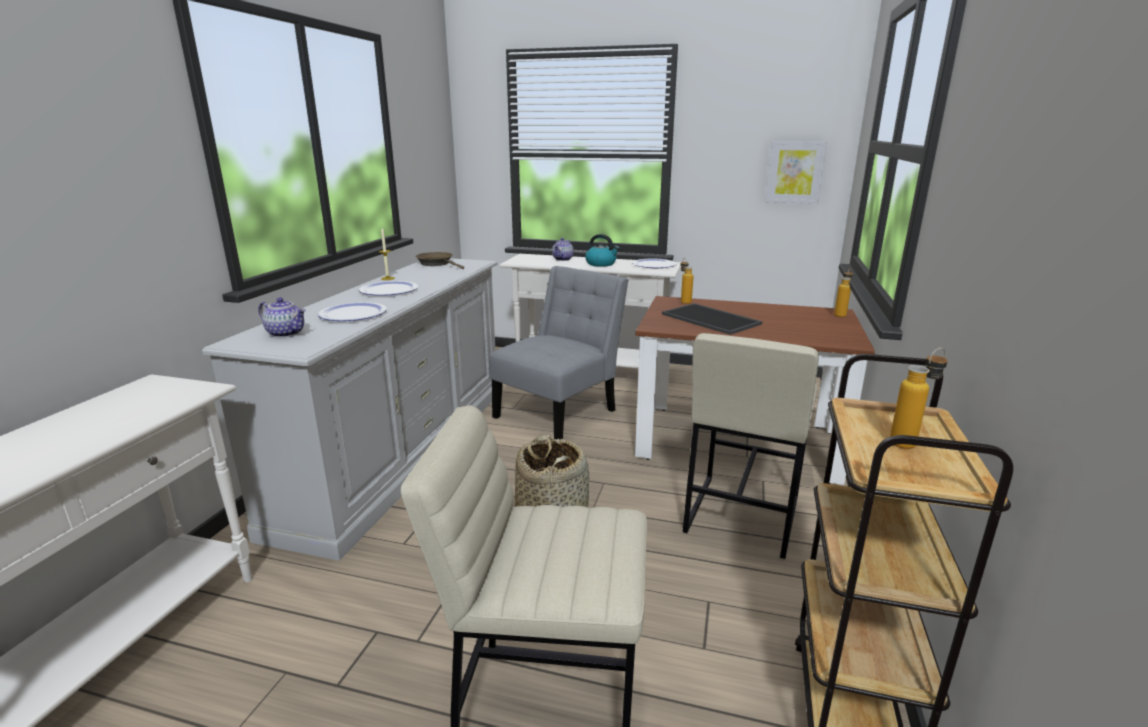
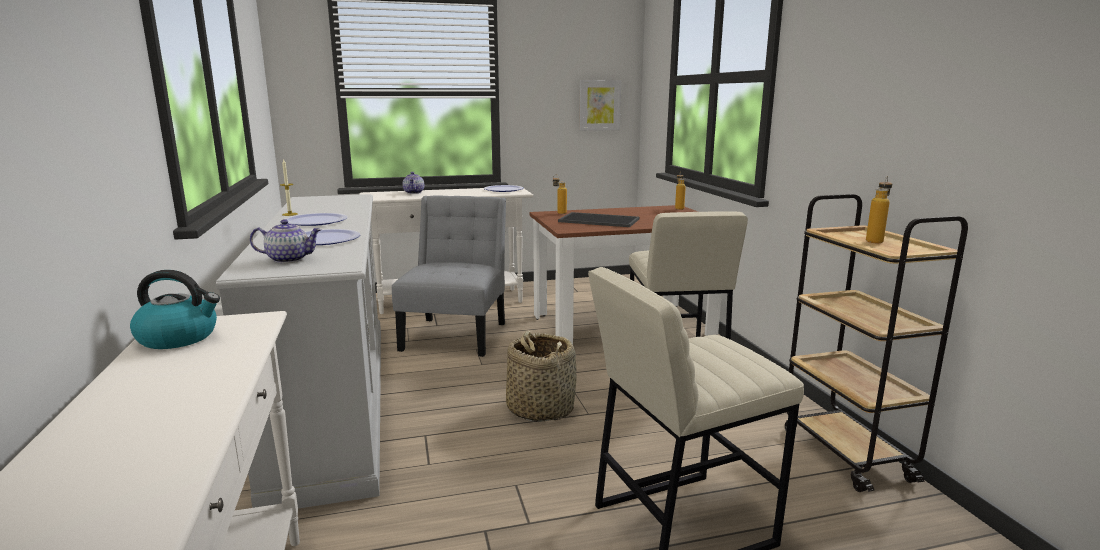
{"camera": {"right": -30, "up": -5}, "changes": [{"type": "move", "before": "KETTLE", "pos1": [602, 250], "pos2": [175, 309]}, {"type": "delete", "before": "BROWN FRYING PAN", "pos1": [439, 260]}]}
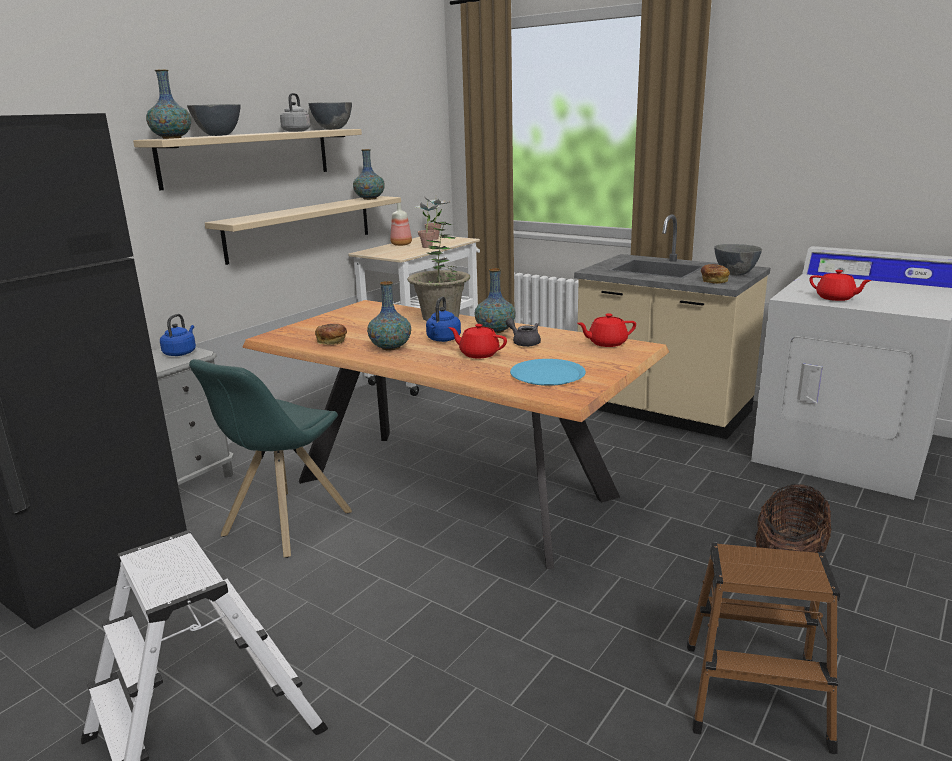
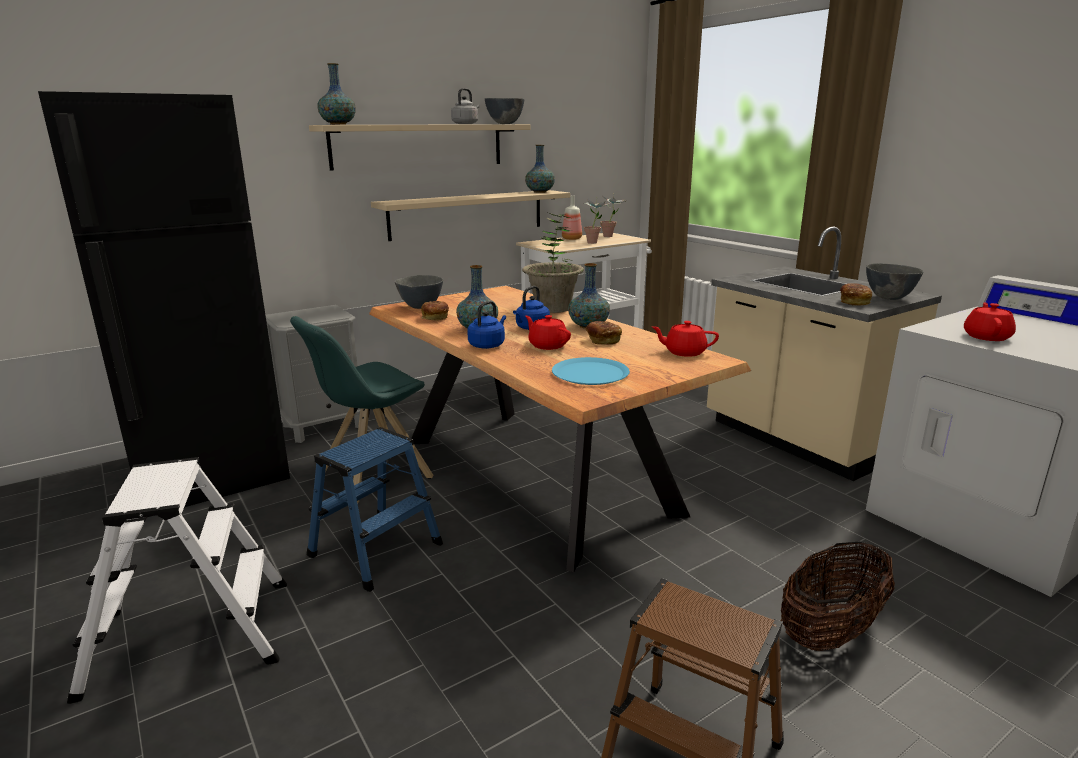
{"camera": {"right": 20, "up": 0}, "changes": [{"type": "move", "before": "GREY BOWL", "pos1": [214, 120], "pos2": [419, 292]}, {"type": "rotate", "before": "RED TEAPOT", "pos1": [840, 285], "pos2": [990, 321], "turn": -135}, {"type": "move", "before": "BLUE KETTLE", "pos1": [178, 335], "pos2": [486, 325]}, {"type": "replace", "before": "GREY TEAPOT", "after": "BREAD", "pos1": [523, 332], "pos2": [604, 333]}, {"type": "insert", "after": "BLUE STEP LADDER", "pos2": [375, 509]}]}
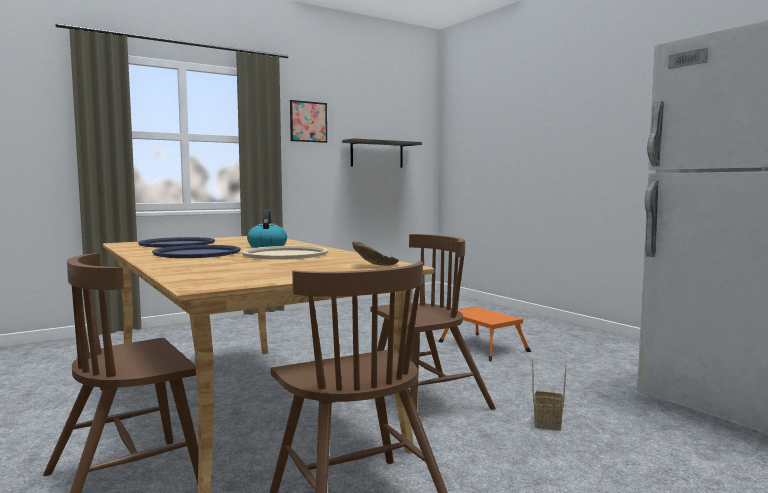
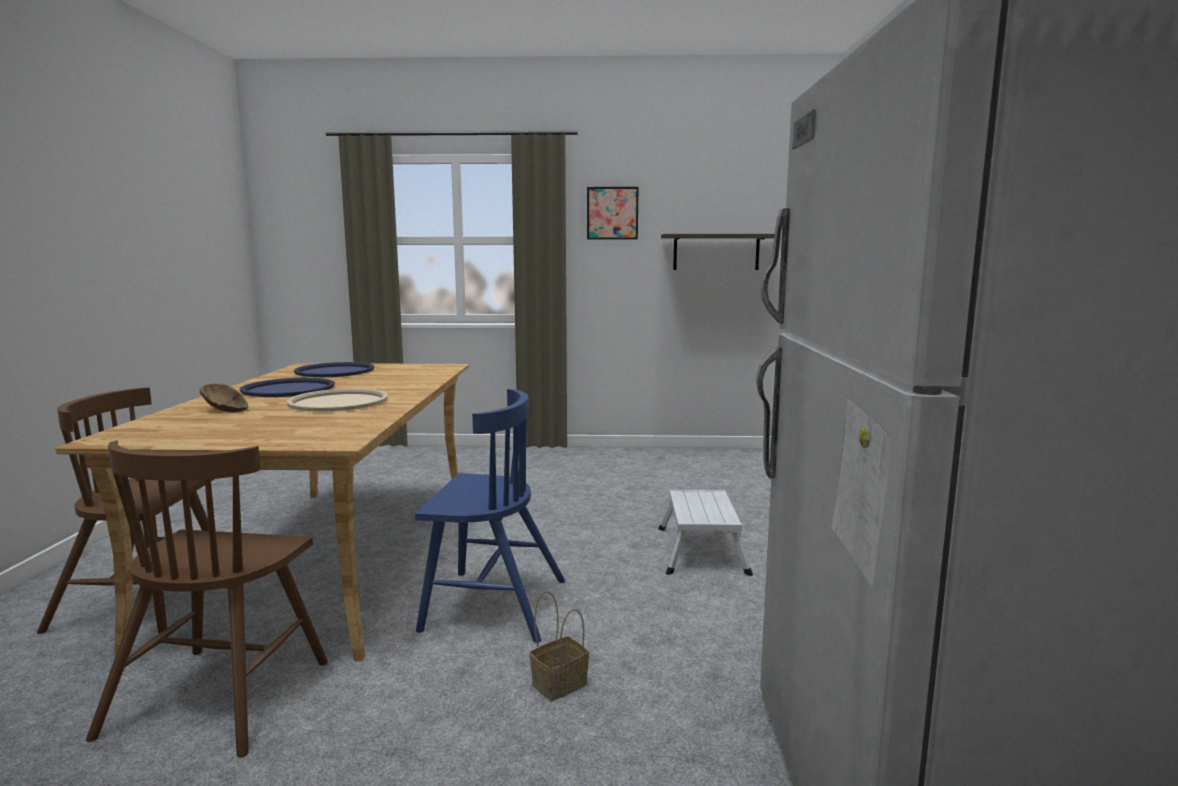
{"camera": {"right": 35, "up": 5}, "changes": [{"type": "delete", "before": "KETTLE", "pos1": [267, 228]}, {"type": "recolor", "before": "BROWN CHAIR", "after": "BLUE CHAIR", "pos1": [433, 330], "pos2": [490, 516]}, {"type": "move", "before": "BROWN BOWL", "pos1": [375, 253], "pos2": [224, 398]}, {"type": "recolor", "before": "ORANGE STEP LADDER", "after": "WHITE STEP LADDER", "pos1": [484, 333], "pos2": [705, 533]}]}
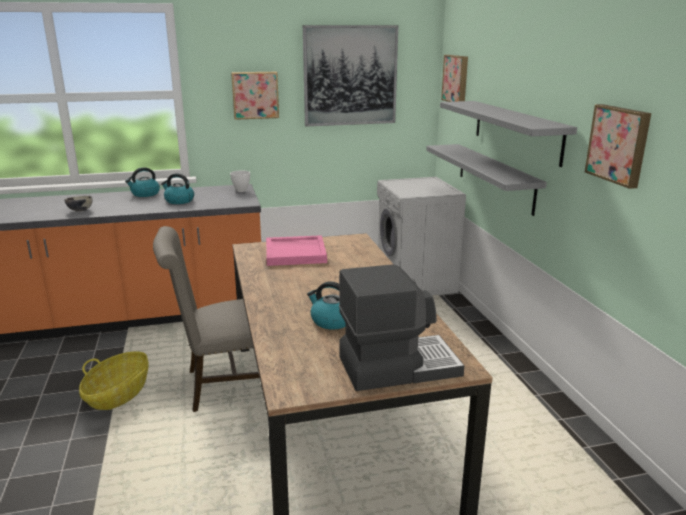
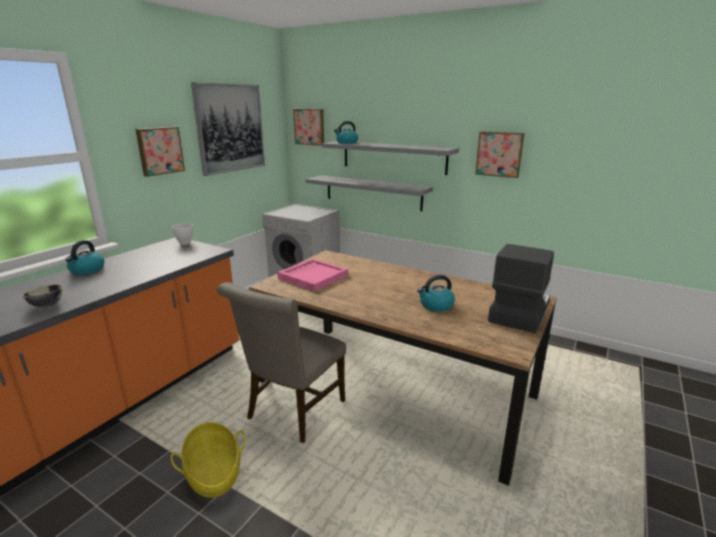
{"camera": {"right": -45, "up": 0}, "changes": [{"type": "move", "before": "KETTLE", "pos1": [177, 188], "pos2": [346, 132]}]}
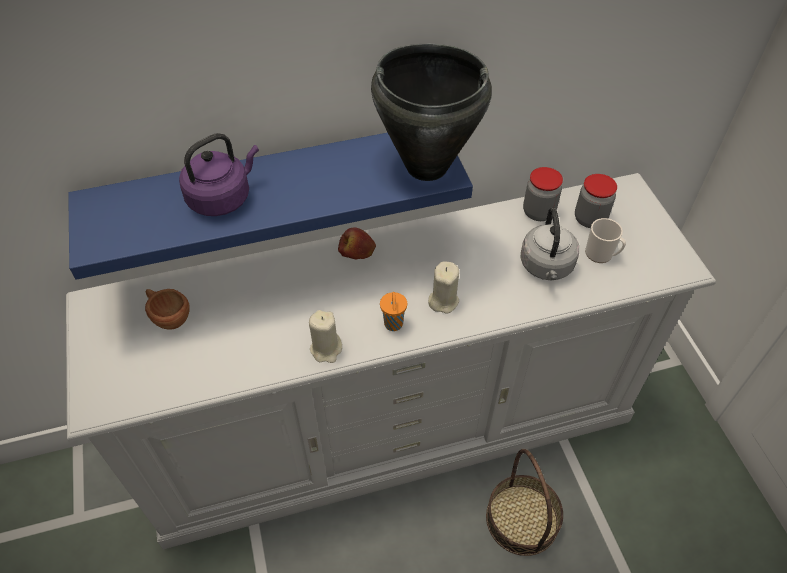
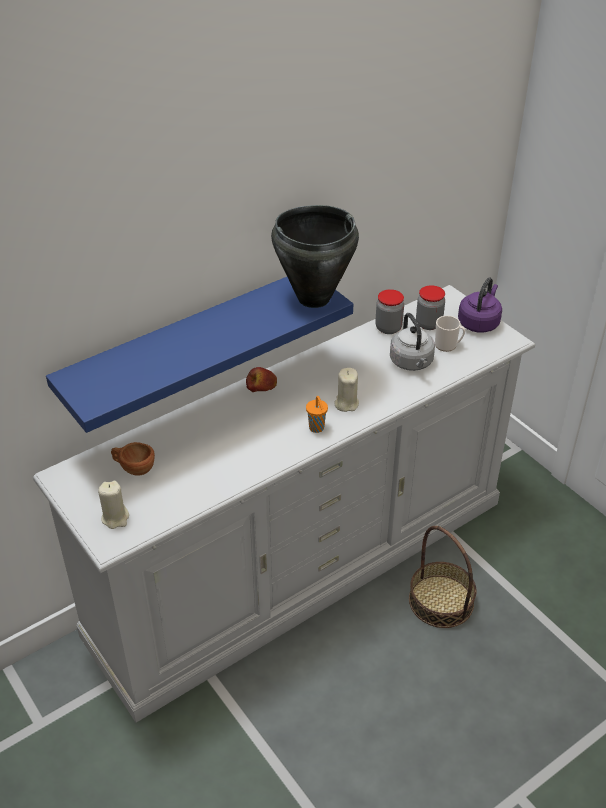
{"camera": {"right": -20, "up": -10}, "changes": [{"type": "move", "before": "PURPLE KETTLE", "pos1": [219, 174], "pos2": [480, 305]}, {"type": "move", "before": "BEIGE CANDLE", "pos1": [325, 336], "pos2": [113, 505]}]}
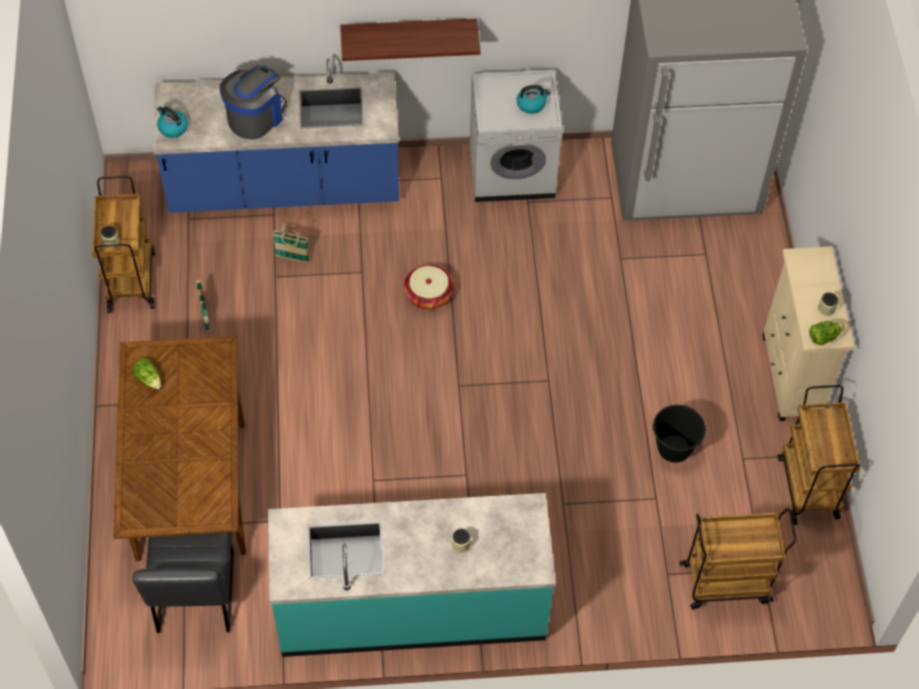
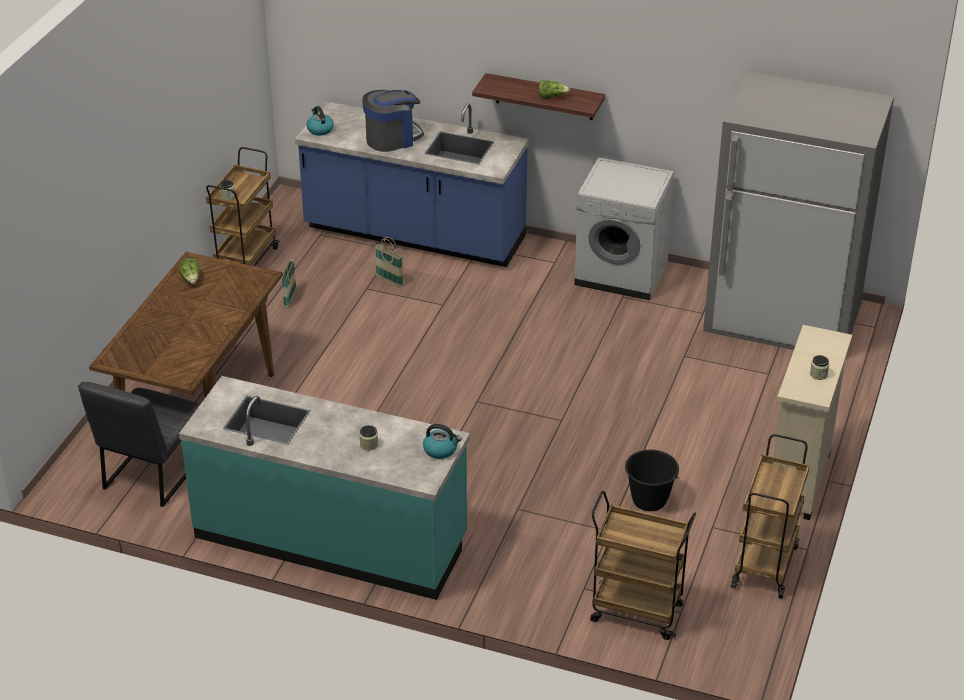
{"camera": {"right": 25, "up": -20}, "changes": [{"type": "move", "before": "KETTLE", "pos1": [534, 99], "pos2": [442, 441]}, {"type": "delete", "before": "BASKET", "pos1": [429, 287]}, {"type": "move", "before": "LETTUCE", "pos1": [827, 333], "pos2": [554, 89]}]}
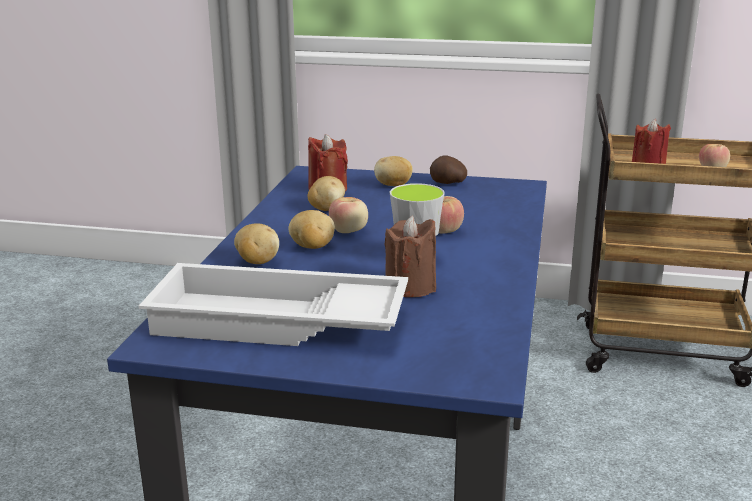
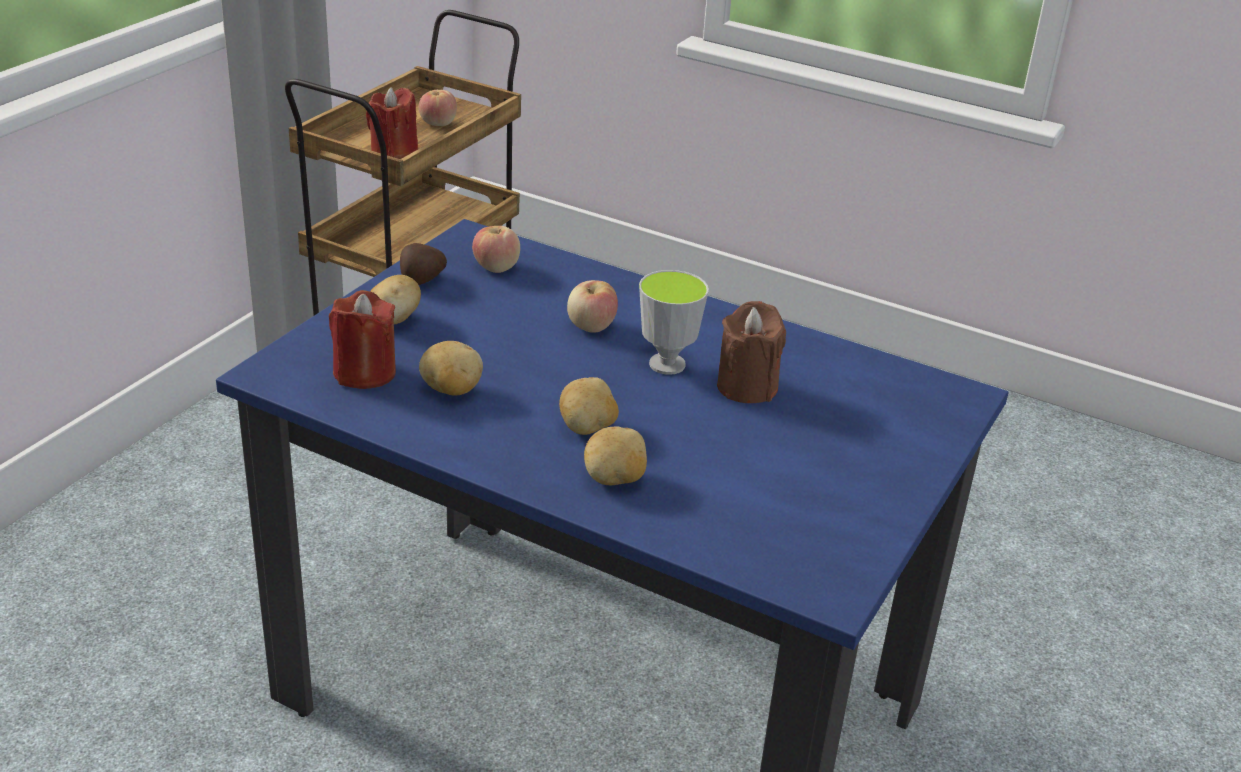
{"camera": {"right": -75, "up": 10}, "changes": [{"type": "move", "before": "APPLE", "pos1": [348, 215], "pos2": [496, 249]}, {"type": "delete", "before": "WHITE TRAY", "pos1": [273, 304]}]}
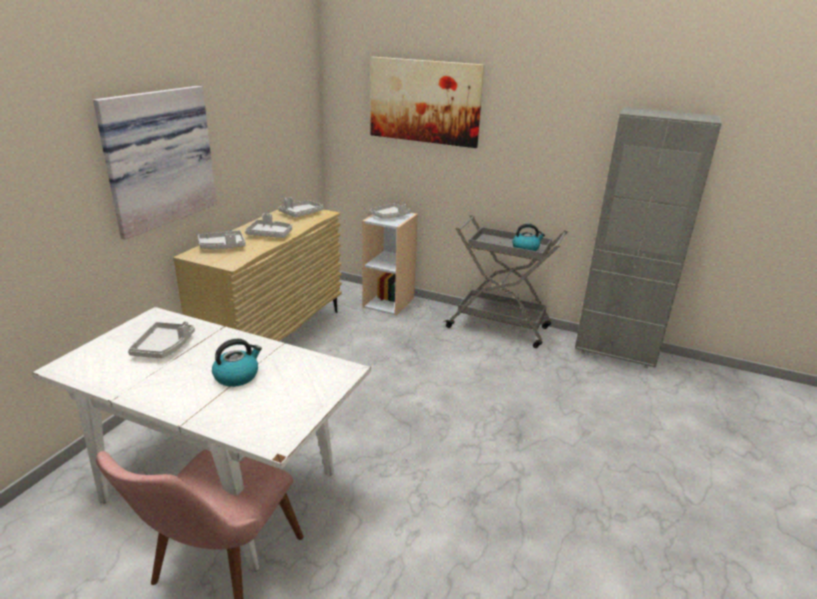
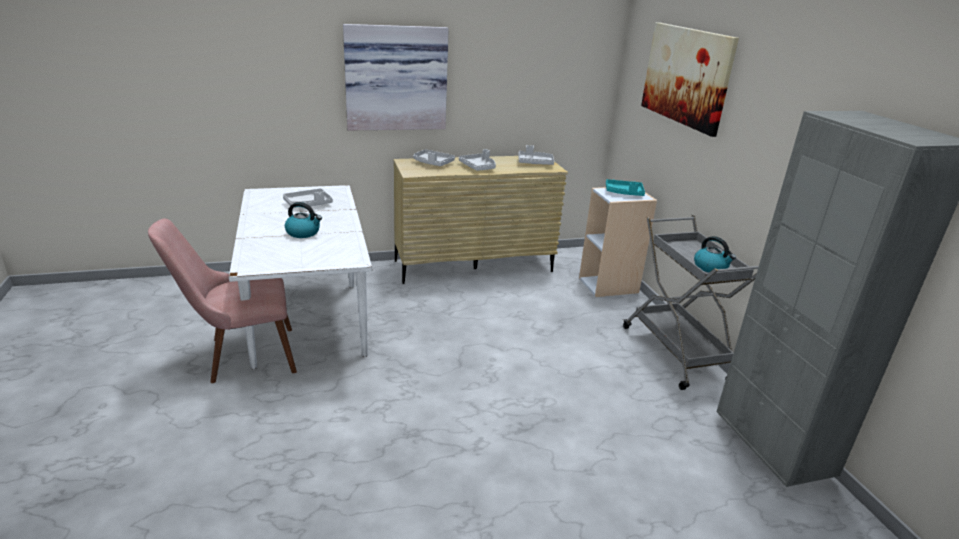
{"camera": {"right": 50, "up": 0}, "changes": [{"type": "recolor", "before": "GREY TRAY", "after": "TURQUOISE TRAY", "pos1": [390, 211], "pos2": [625, 187]}]}
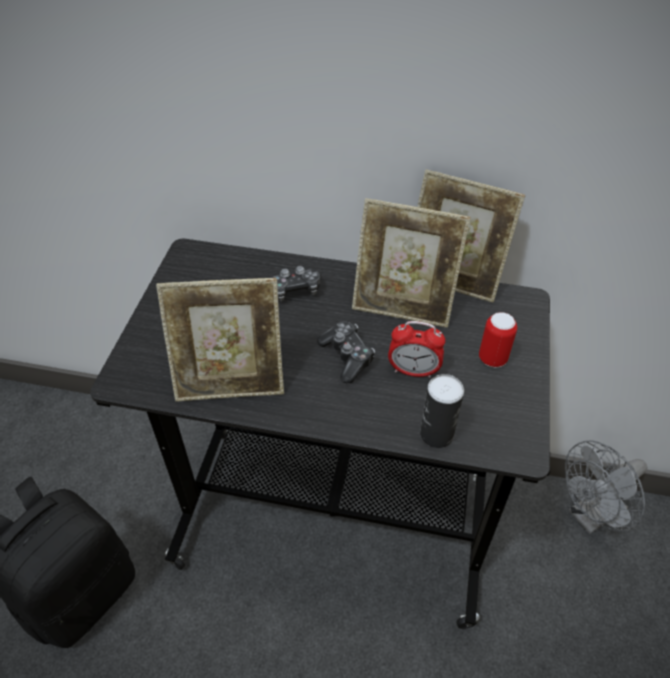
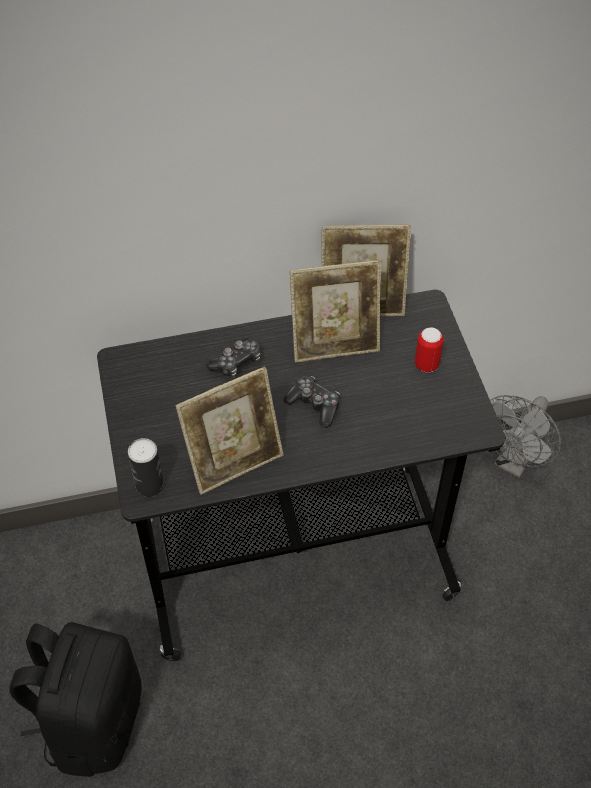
{"camera": {"right": -25, "up": 5}, "changes": [{"type": "delete", "before": "ALARM CLOCK", "pos1": [416, 349]}, {"type": "move", "before": "CAN", "pos1": [442, 411], "pos2": [146, 467]}]}
